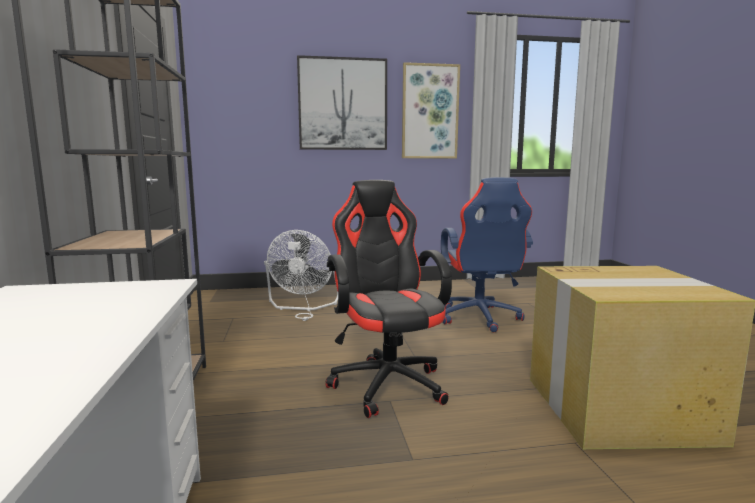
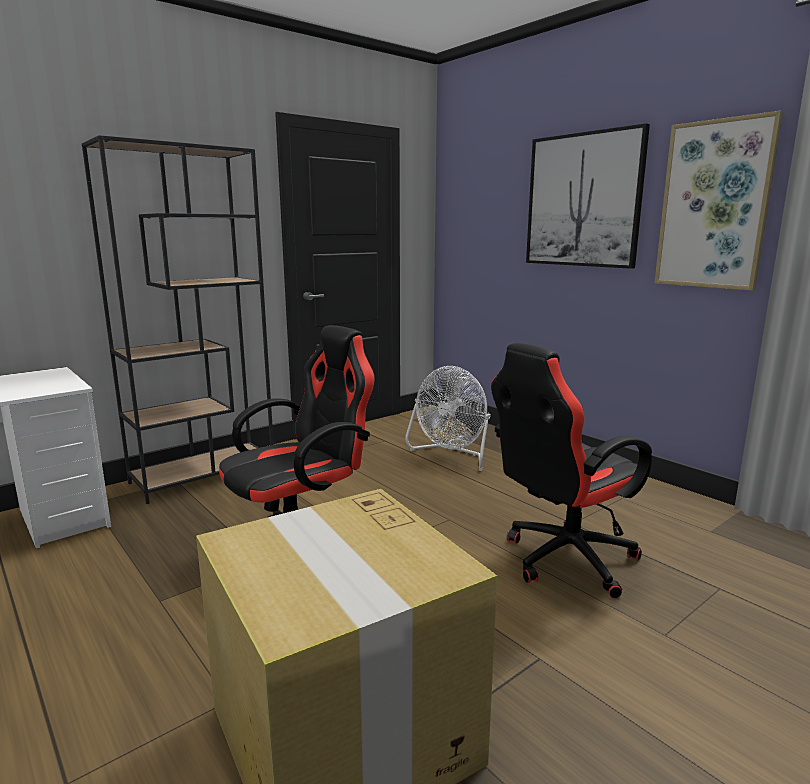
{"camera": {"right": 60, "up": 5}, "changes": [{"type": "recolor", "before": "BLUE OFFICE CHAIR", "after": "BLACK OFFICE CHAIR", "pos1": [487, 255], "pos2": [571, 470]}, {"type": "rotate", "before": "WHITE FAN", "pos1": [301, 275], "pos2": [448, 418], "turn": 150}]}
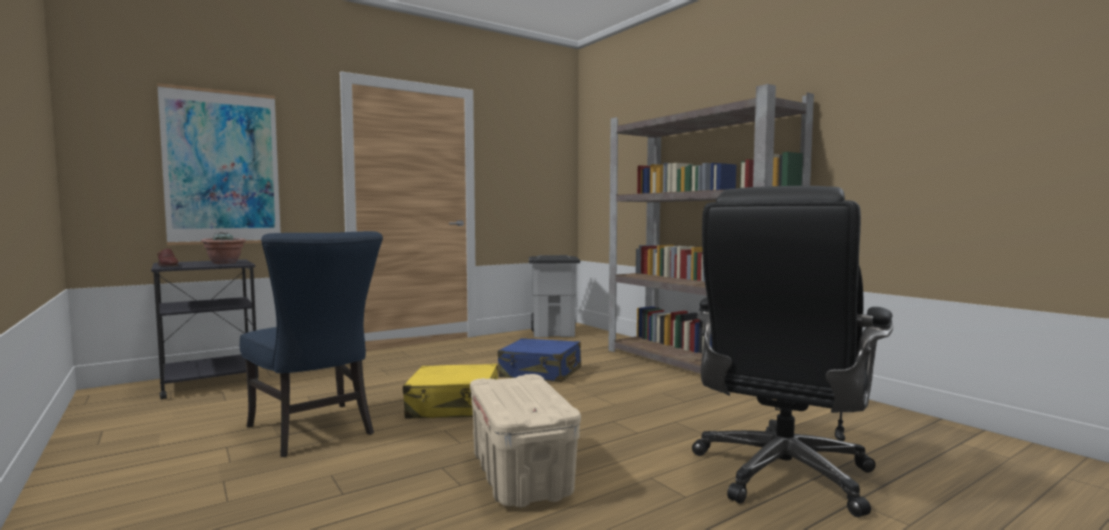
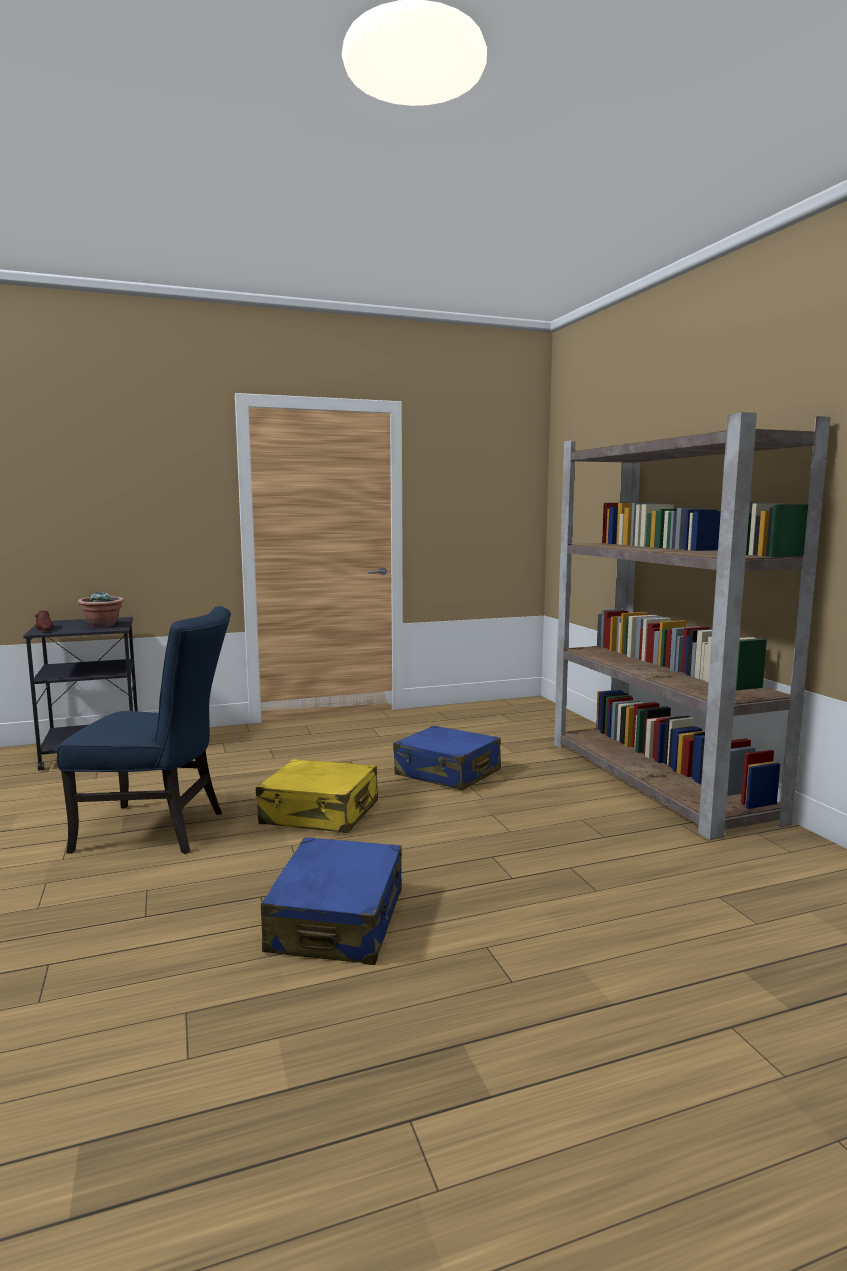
{"camera": {"right": 15, "up": 5}, "changes": [{"type": "delete", "before": "PICTURE", "pos1": [219, 164]}, {"type": "delete", "before": "BLACK OFFICE CHAIR", "pos1": [792, 351]}, {"type": "rotate", "before": "BLUE CHAIR", "pos1": [311, 344], "pos2": [144, 730], "turn": -60}, {"type": "delete", "before": "GREY TRASH CAN", "pos1": [554, 296]}, {"type": "replace", "before": "BEIGE STORAGE BOX", "after": "BLUE SUITCASE", "pos1": [525, 441], "pos2": [331, 901]}]}
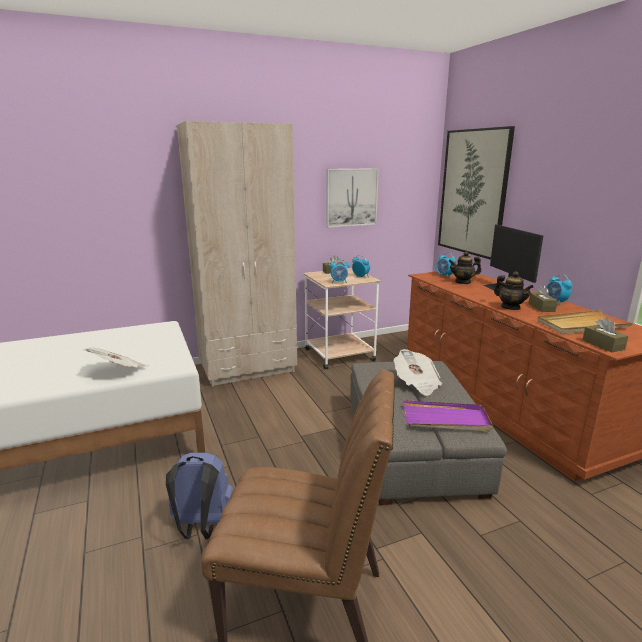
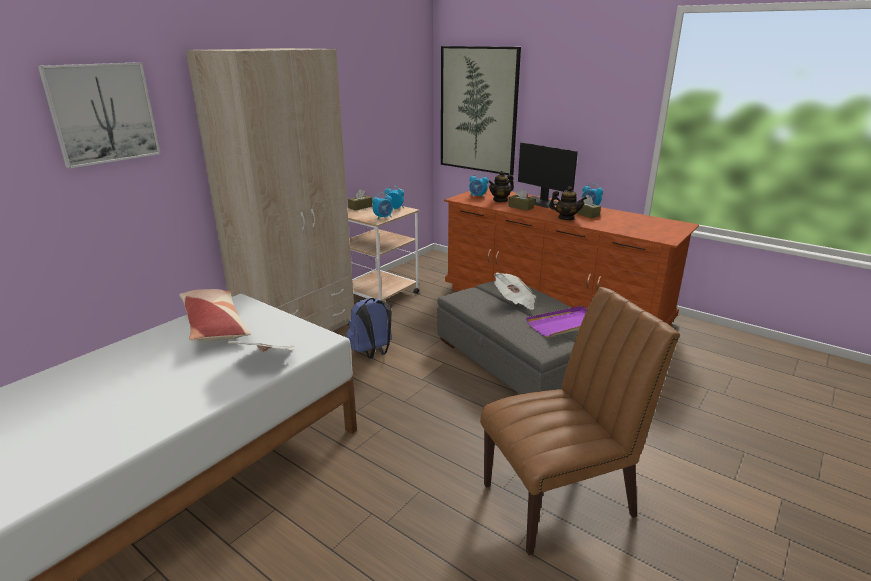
{"camera": {"right": -30, "up": 5}, "changes": [{"type": "move", "before": "PICTURE", "pos1": [352, 198], "pos2": [99, 115]}, {"type": "delete", "before": "BEIGE TRAY", "pos1": [585, 322]}, {"type": "move", "before": "BROWN TISSUE BOX", "pos1": [605, 334], "pos2": [521, 199]}, {"type": "move", "before": "BLUE BACKPACK", "pos1": [200, 496], "pos2": [369, 328]}, {"type": "insert", "after": "PILLOW", "pos2": [215, 315]}]}
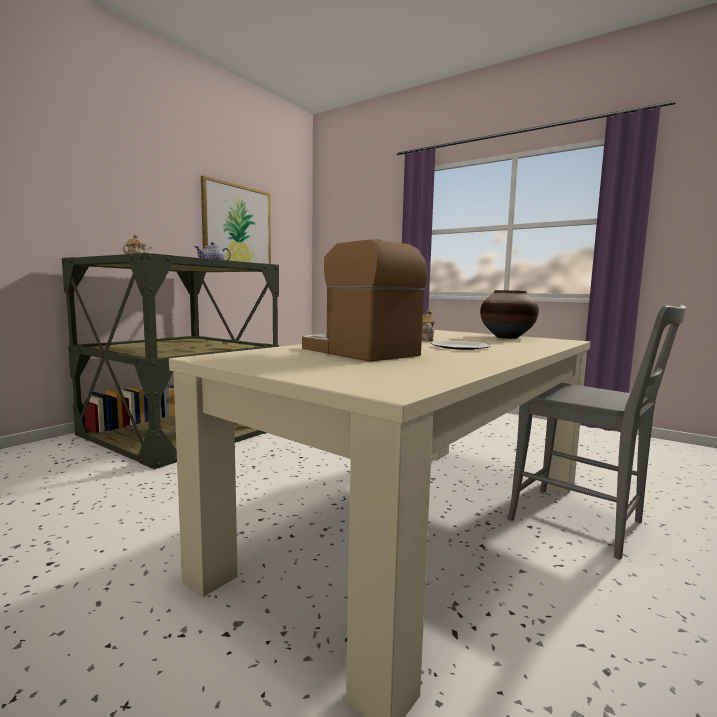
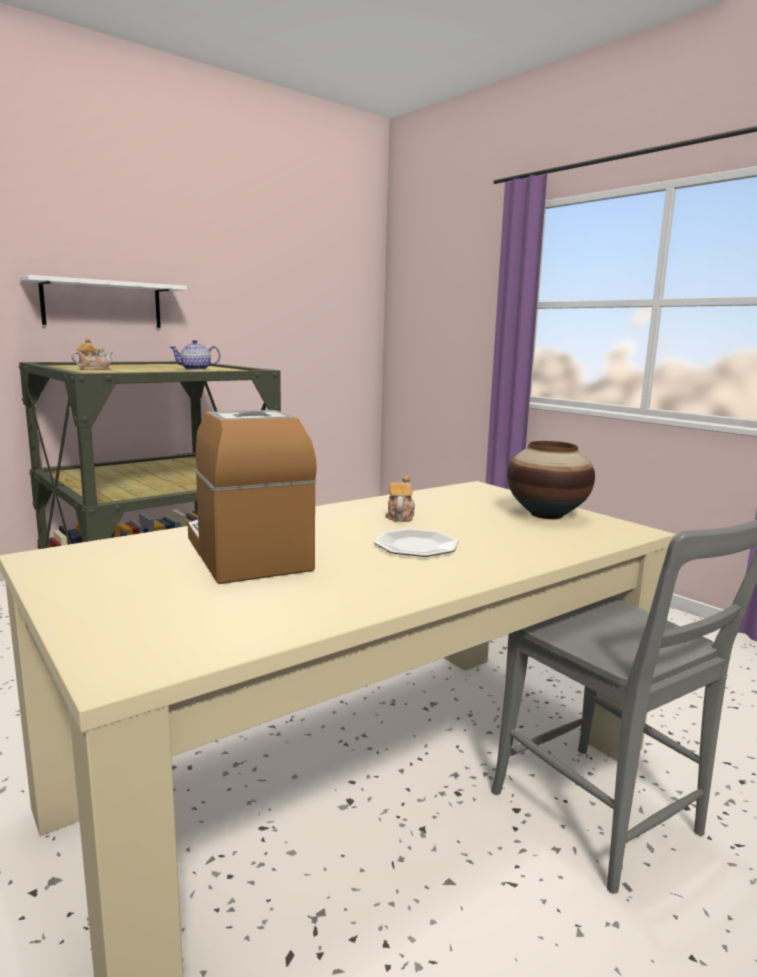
{"camera": {"right": 15, "up": 5}, "changes": [{"type": "delete", "before": "PICTURE", "pos1": [236, 219]}, {"type": "insert", "after": "WHITE SHELF", "pos2": [103, 301]}]}
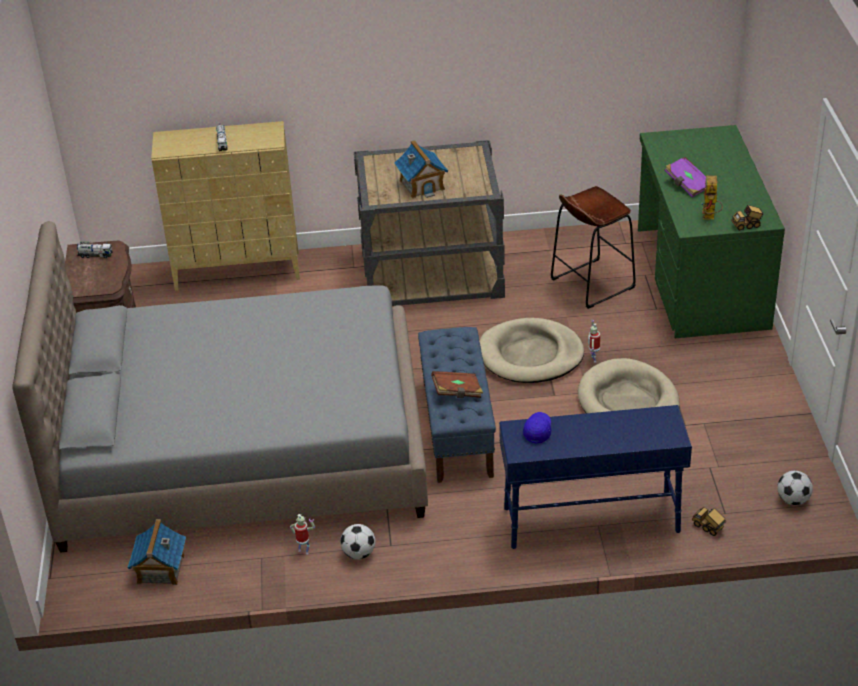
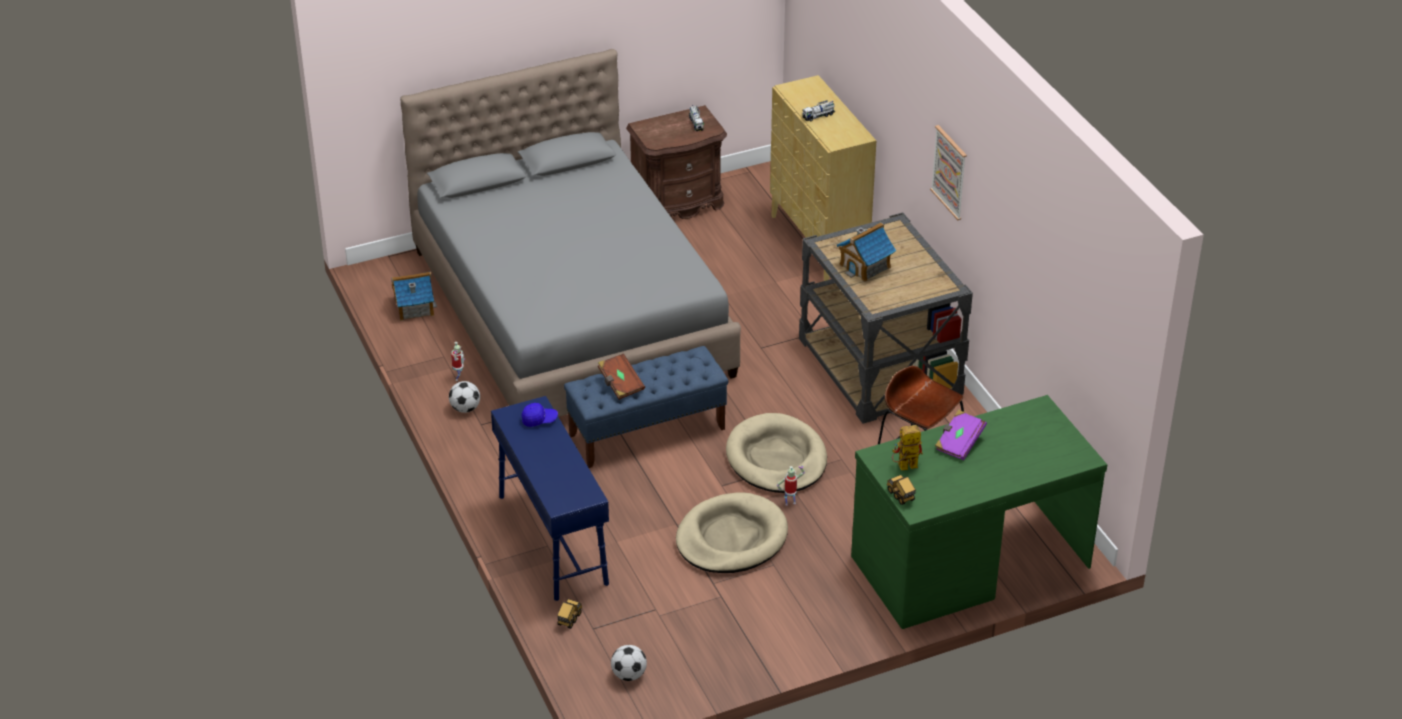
{"camera": {"right": 70, "up": 0}, "changes": [{"type": "insert", "after": "PICTURE", "pos2": [948, 172]}]}
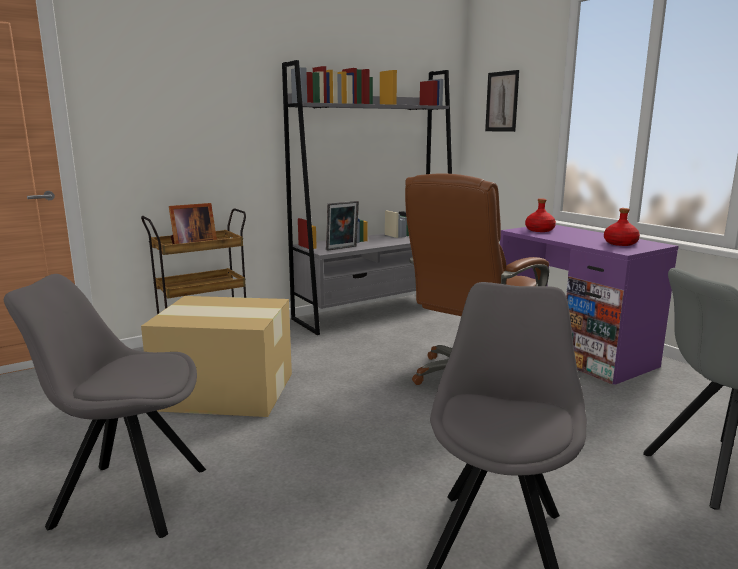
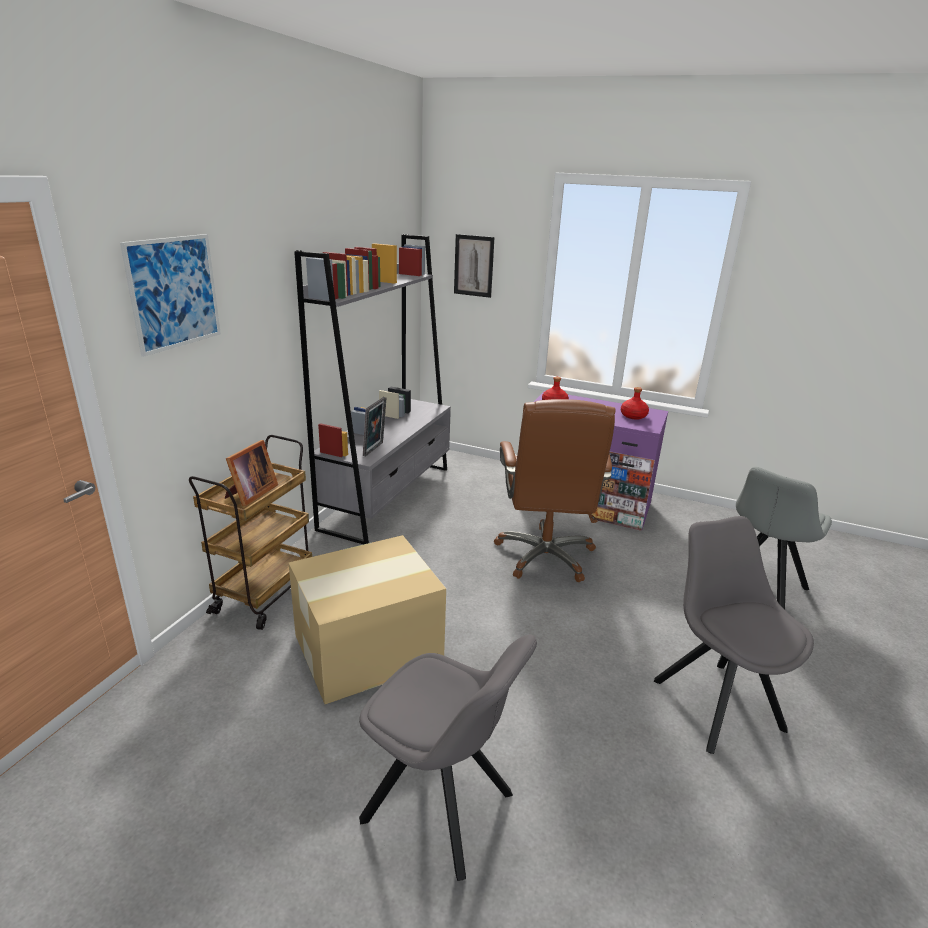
{"camera": {"right": -35, "up": 10}, "changes": [{"type": "rotate", "before": "GREY CHAIR", "pos1": [105, 406], "pos2": [448, 757], "turn": -120}, {"type": "insert", "after": "PICTURE", "pos2": [170, 295]}]}
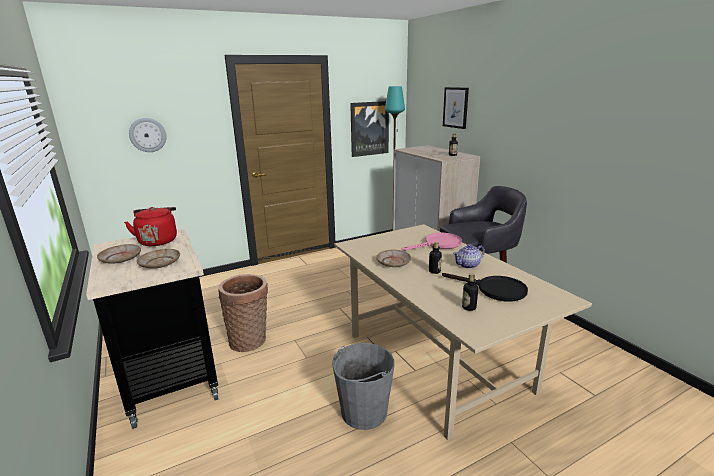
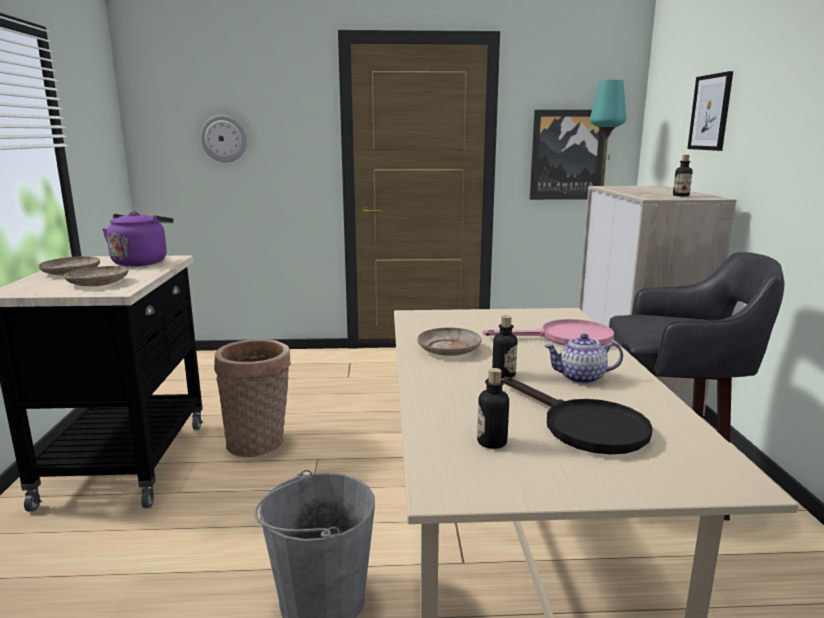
{"camera": {"right": 25, "up": -5}, "changes": [{"type": "recolor", "before": "RED KETTLE", "after": "PURPLE KETTLE", "pos1": [150, 226], "pos2": [137, 238]}]}
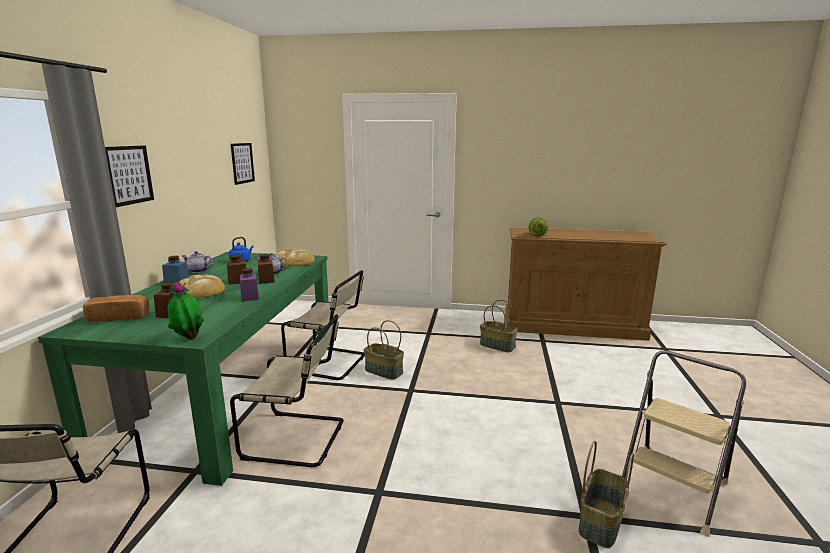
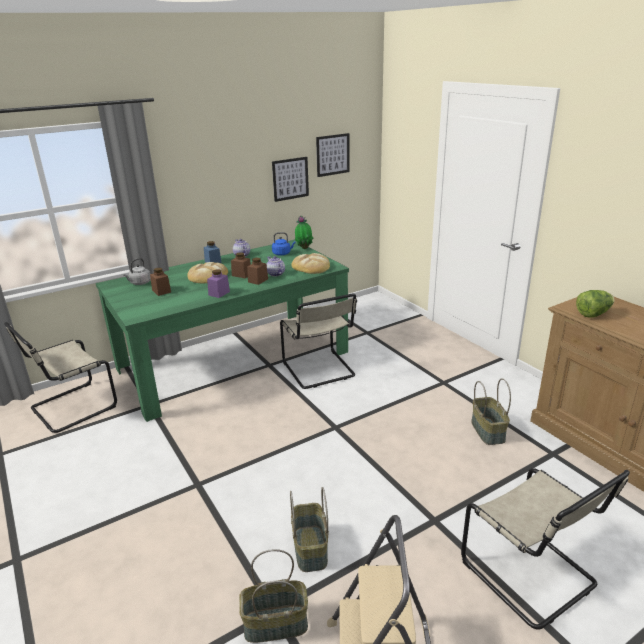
{"camera": {"right": 50, "up": 10}, "changes": [{"type": "move", "before": "PICTURE", "pos1": [129, 176], "pos2": [290, 179]}, {"type": "move", "before": "POTTED PLANT", "pos1": [186, 310], "pos2": [304, 232]}, {"type": "replace", "before": "BREAD", "after": "GREY KETTLE", "pos1": [116, 308], "pos2": [137, 271]}, {"type": "move", "before": "BEIGE CHAIR", "pos1": [286, 390], "pos2": [545, 549]}, {"type": "move", "before": "BASKET", "pos1": [383, 350], "pos2": [309, 529]}]}
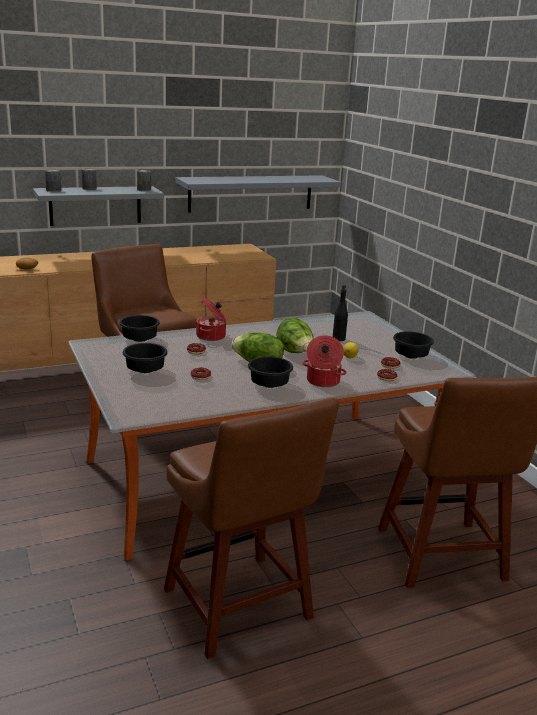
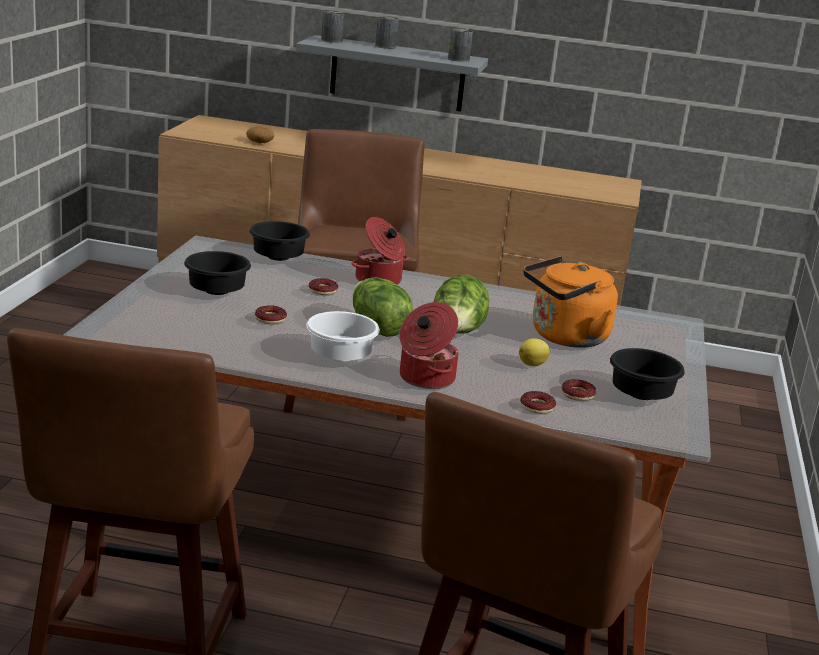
{"camera": {"right": 35, "up": 0}, "changes": [{"type": "delete", "before": "GREY SHELF", "pos1": [258, 194]}, {"type": "replace", "before": "BLACK BOTTLE", "after": "ORANGE KETTLE", "pos1": [340, 313], "pos2": [570, 302]}, {"type": "recolor", "before": "BLACK BOWL", "after": "WHITE BOWL", "pos1": [270, 372], "pos2": [343, 336]}]}
